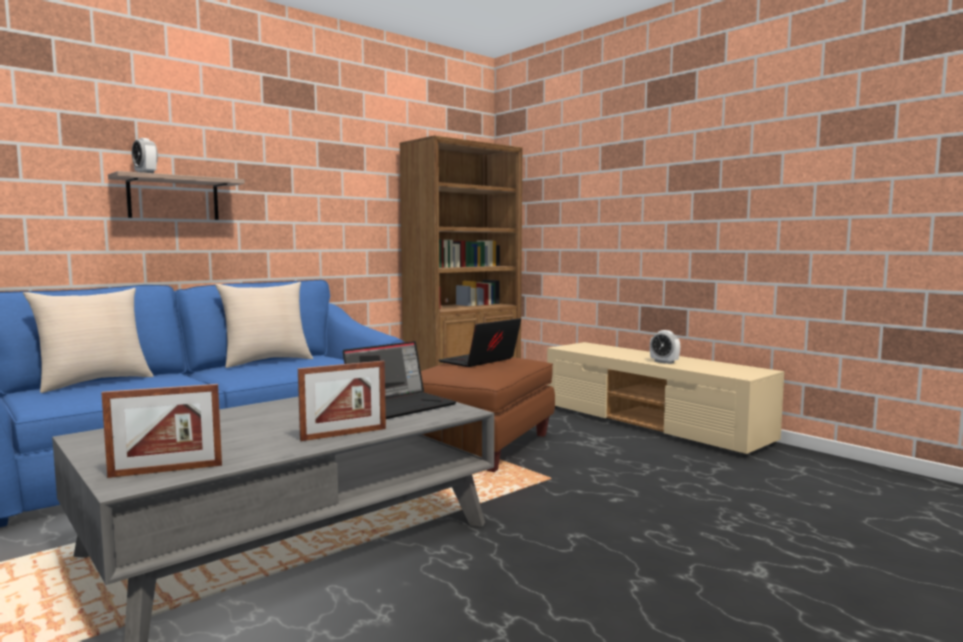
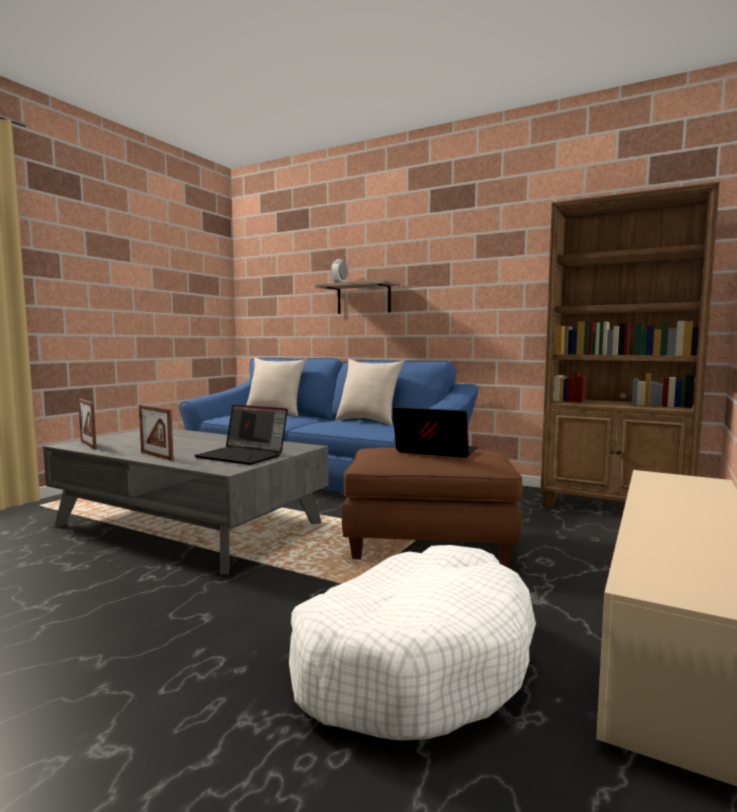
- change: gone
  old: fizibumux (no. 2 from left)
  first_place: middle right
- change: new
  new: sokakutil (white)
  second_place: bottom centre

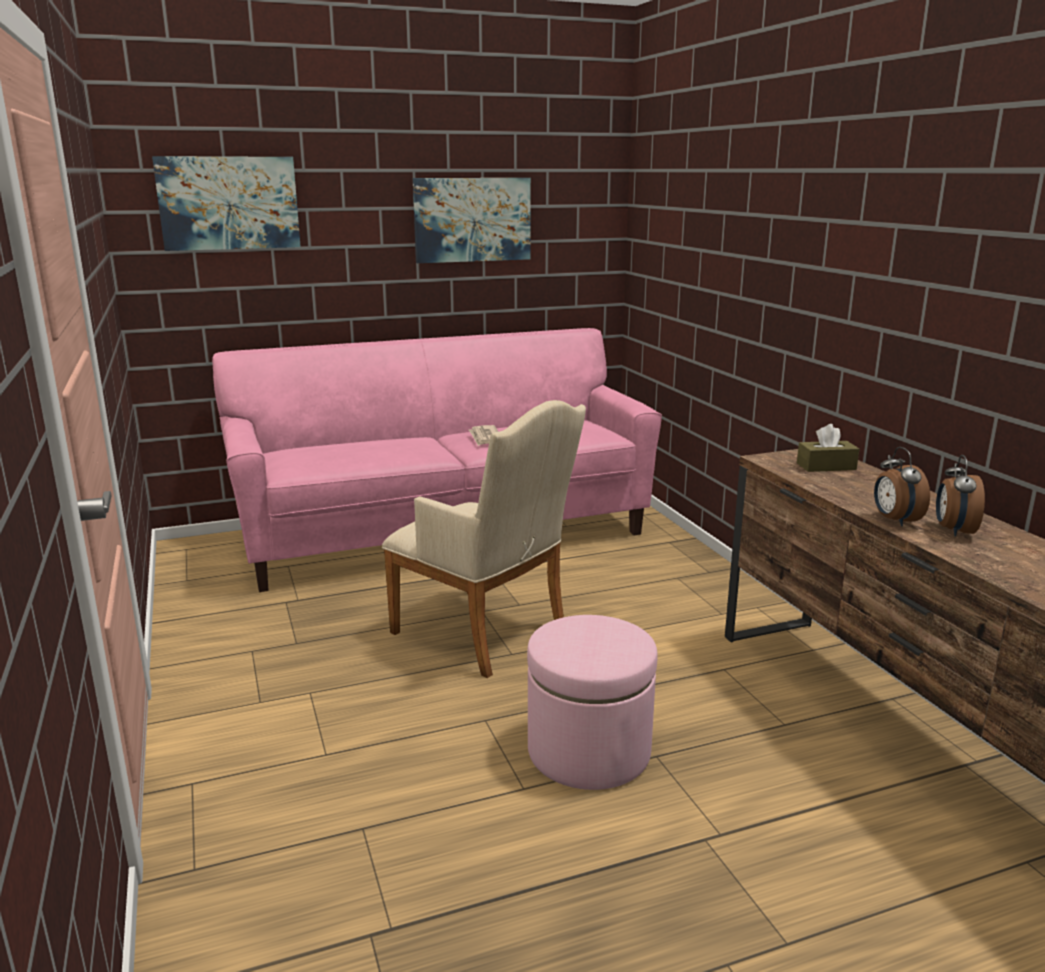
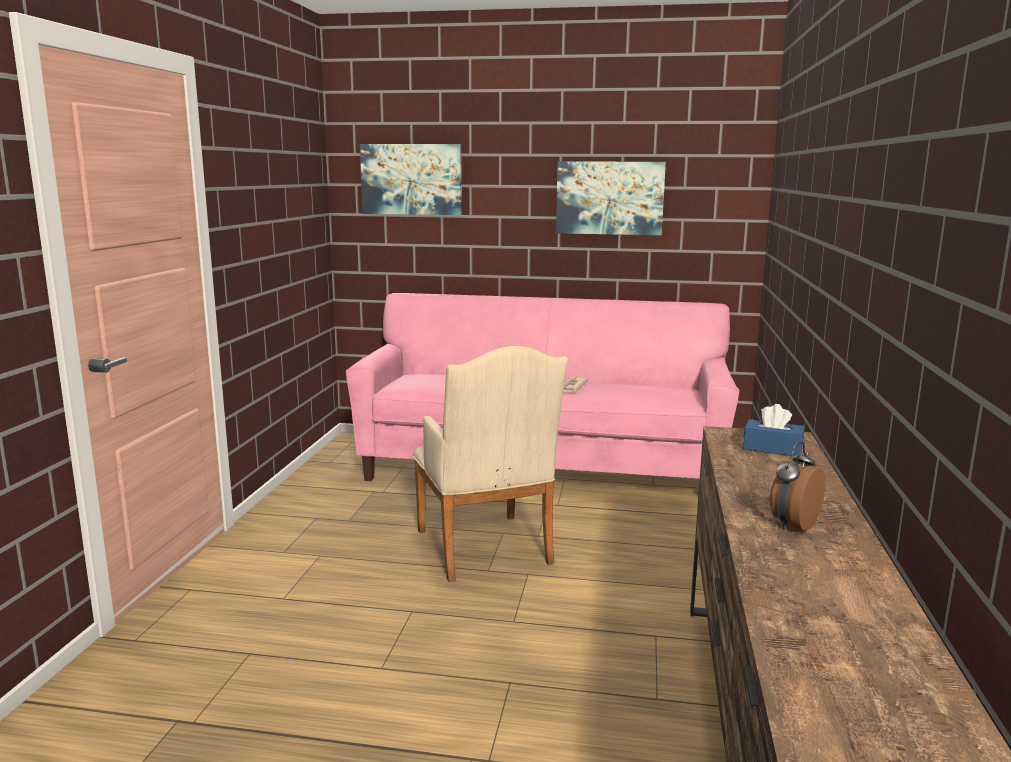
- change: repainted
  old: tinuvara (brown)
  new: tinuvara (blue)
  first_place: middle right
  second_place: middle right
- change: gone
  old: fizibumux (no. 1 from left)
  first_place: middle right
- change: gone
  old: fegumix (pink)
  first_place: bottom centre

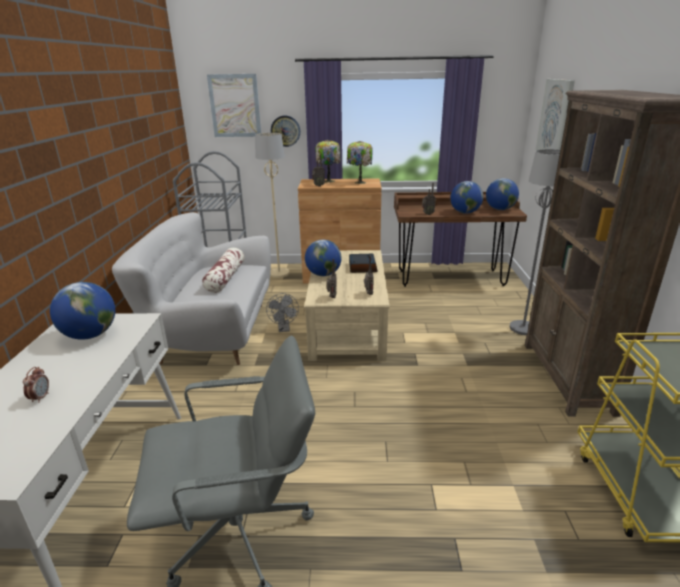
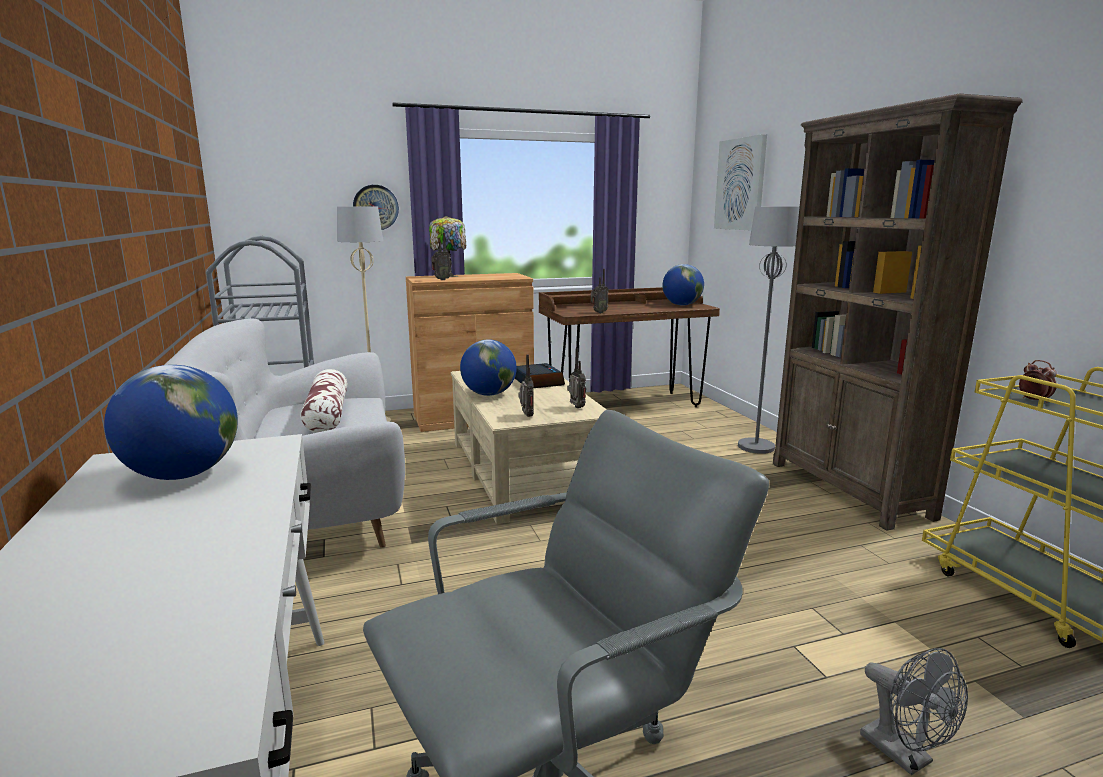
- change: gone
  old: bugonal (no. 1 from left)
  first_place: top centre
- change: gone
  old: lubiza (no. 2 from left)
  first_place: top centre
- change: gone
  old: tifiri (no. 3 from left)
  first_place: middle right
- change: shifted
  old: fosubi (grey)
  first_place: centre
  second_place: bottom right
- change: shifted
  old: fizibumux (no. 1 from left in the first image)
  new: fizibumux (no. 2 from left)
  first_place: middle left
  second_place: middle right

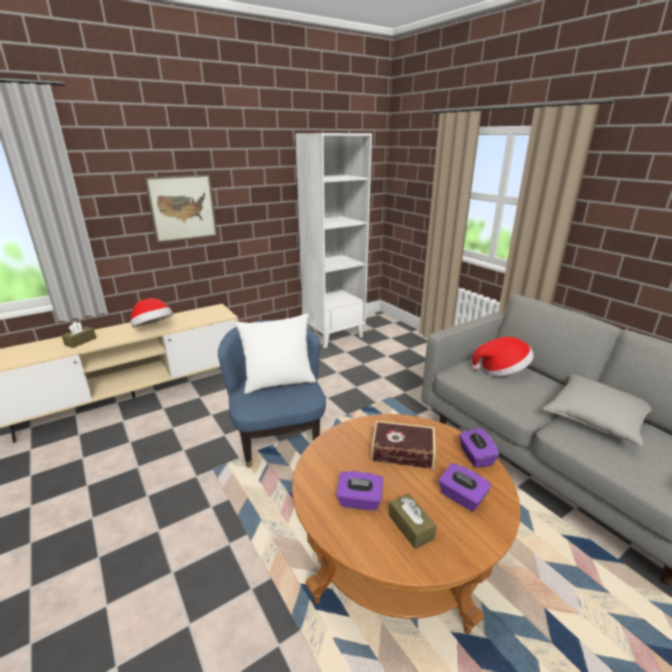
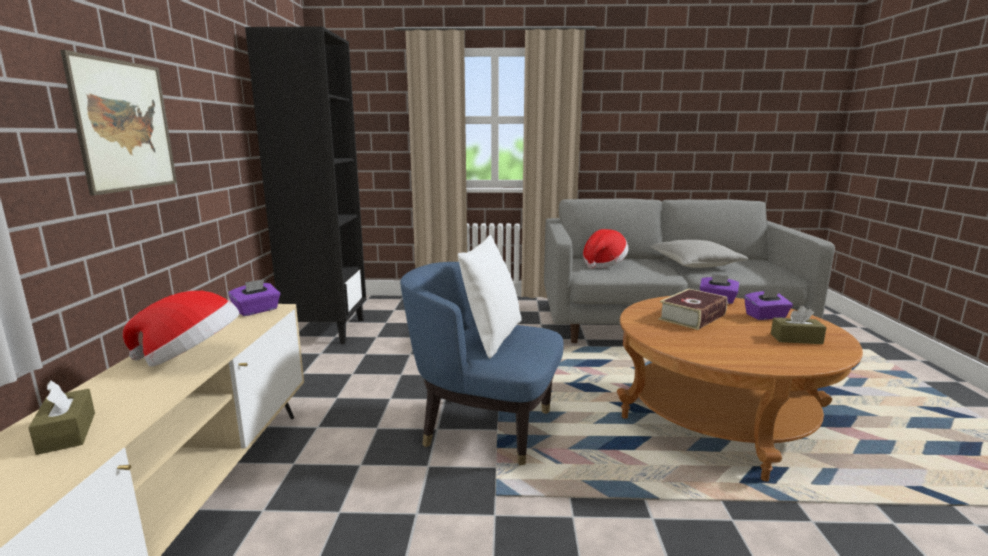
- change: repainted
  old: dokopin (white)
  new: dokopin (black)
  first_place: centre
  second_place: top left
- change: shifted
  old: tinuvara (purple) (no. 1 from left)
  first_place: bottom centre
  second_place: middle left

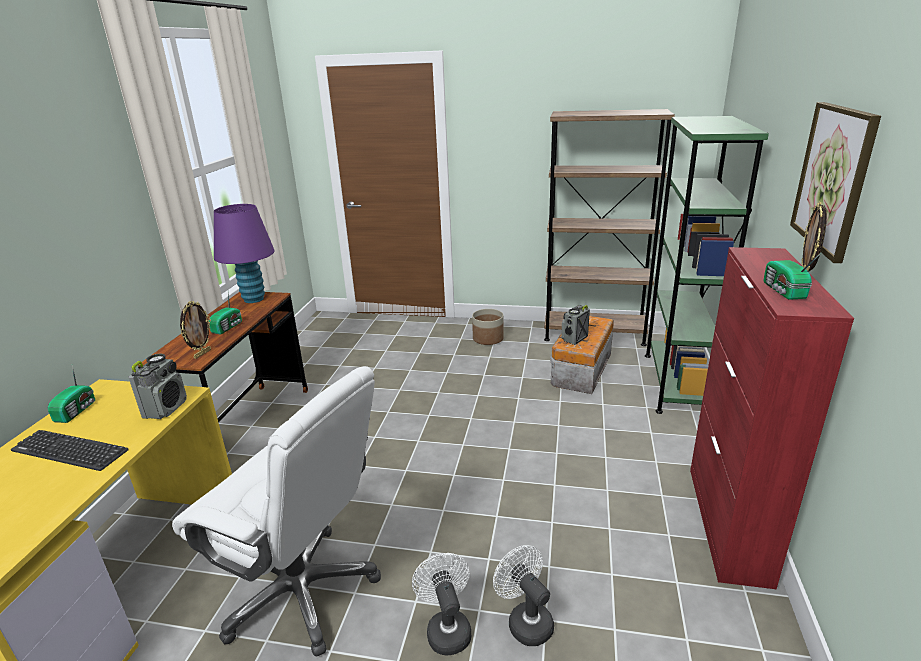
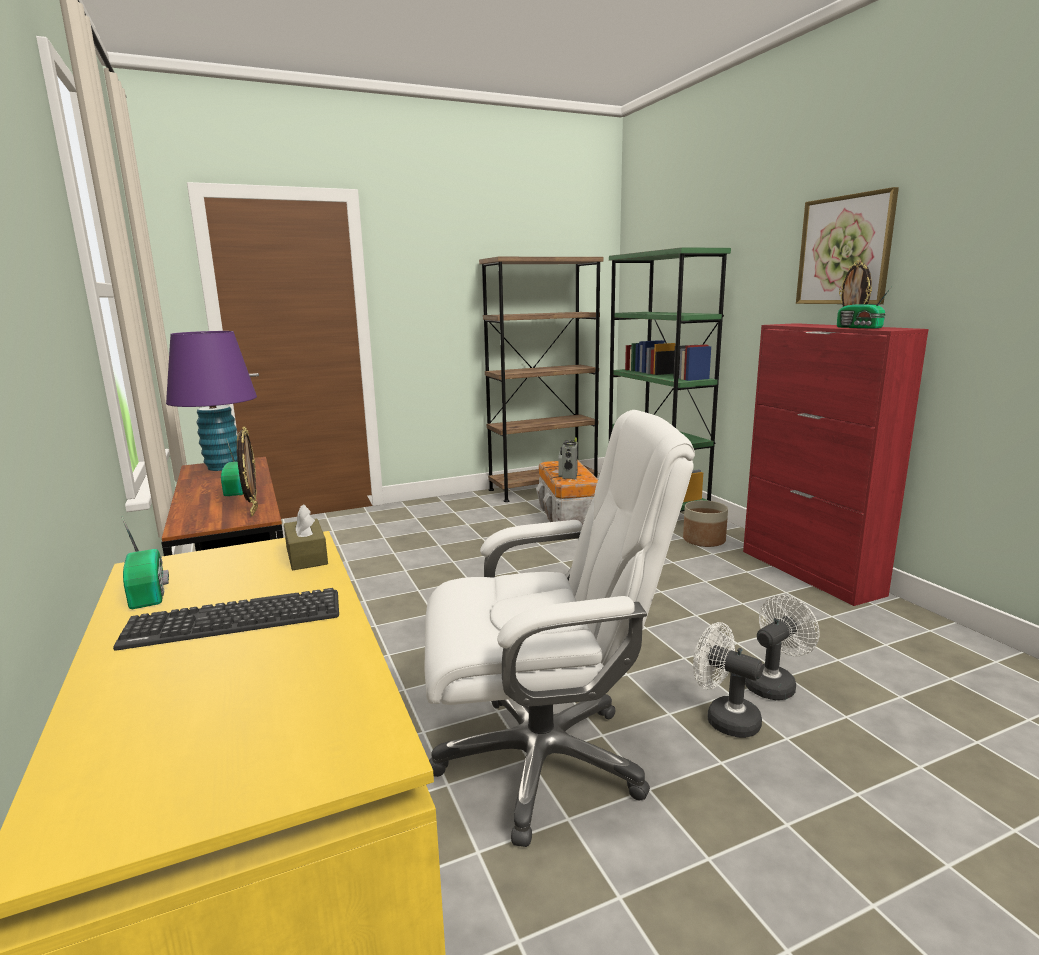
- change: shifted
  old: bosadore
  first_place: centre
  second_place: middle right
- change: swapped
  old: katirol (no. 2 from left)
  new: tinuvara (brown)
  first_place: middle left
  second_place: middle left
- change: rotated
  old: fosubi (white) (no. 2 from left)
  first_place: bottom centre
  second_place: bottom right
  degrees: 120

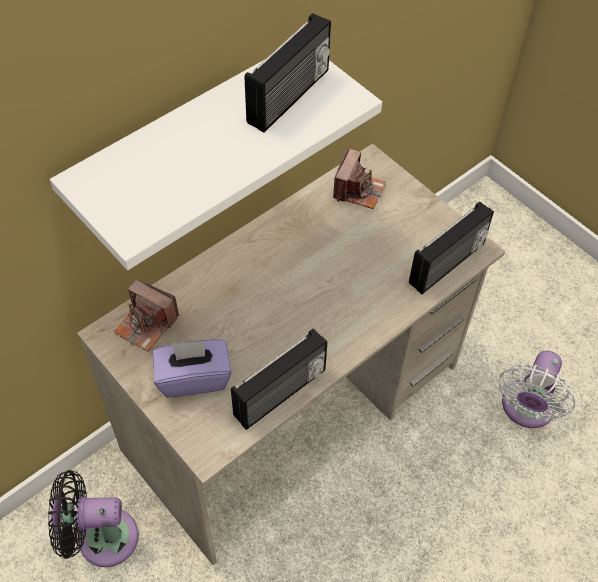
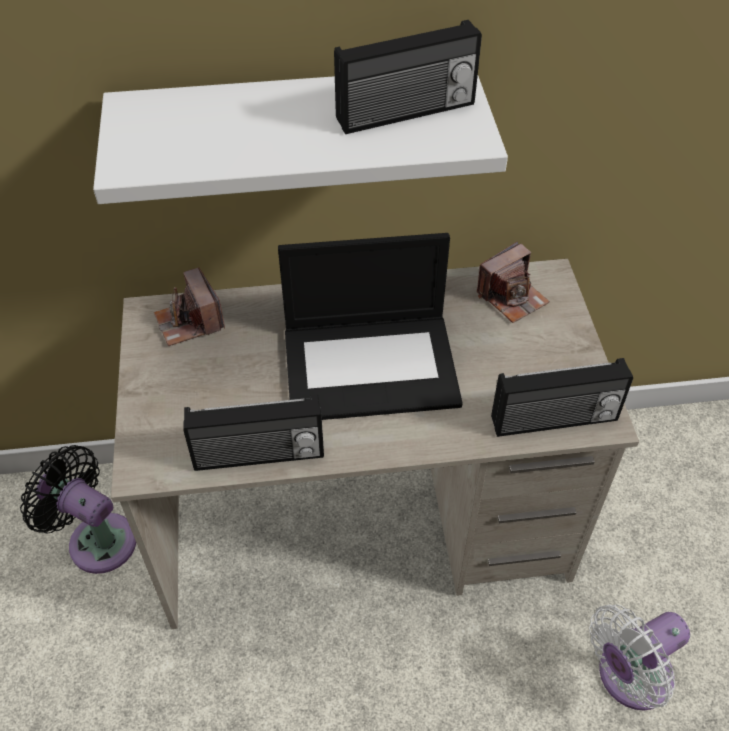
- change: gone
  old: tinuvara (purple)
  first_place: middle left
- change: new
  new: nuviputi
  second_place: centre

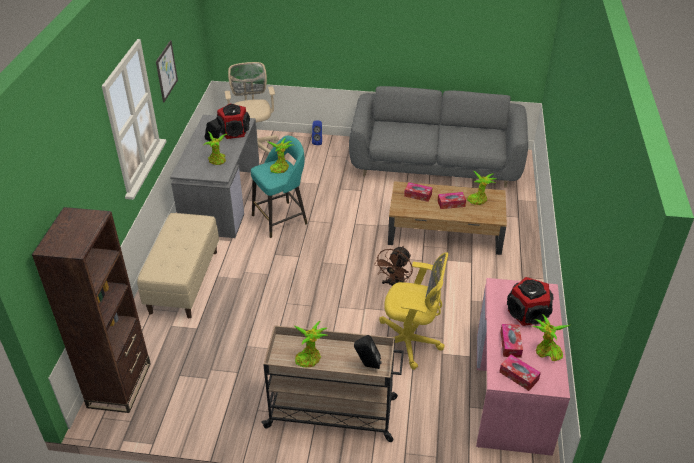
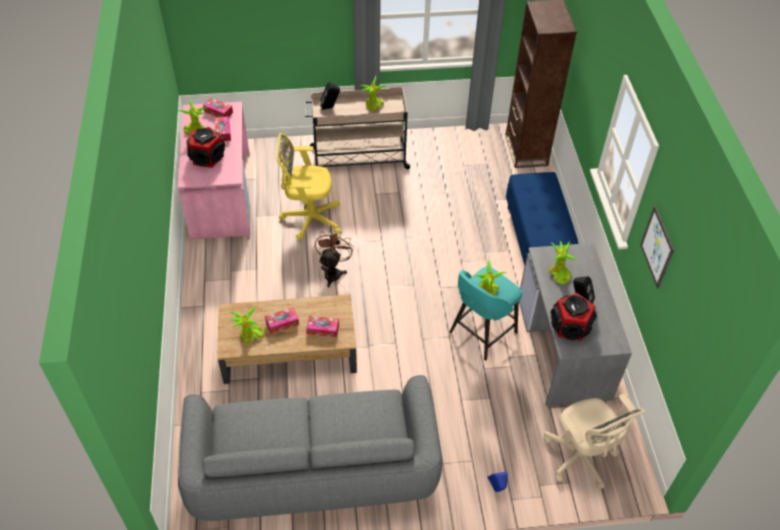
- change: repainted
  old: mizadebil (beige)
  new: mizadebil (blue)
  first_place: middle left
  second_place: middle right

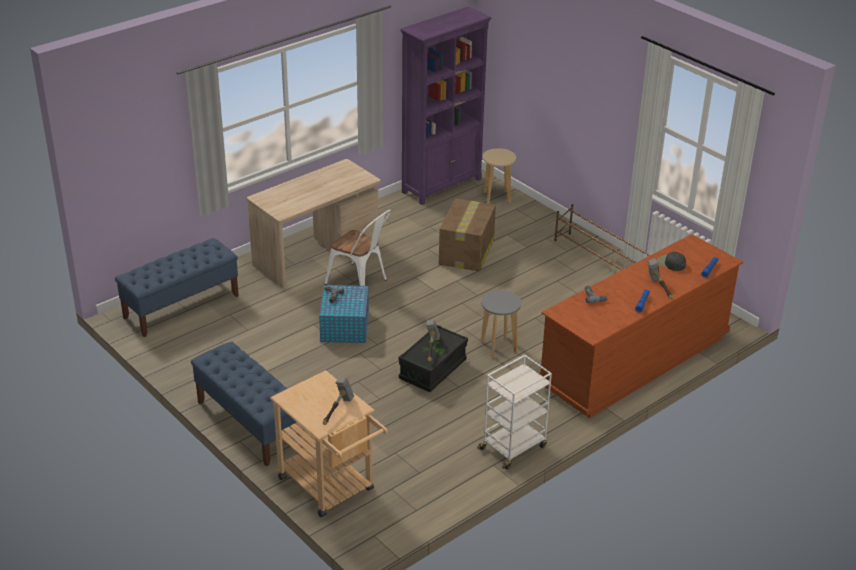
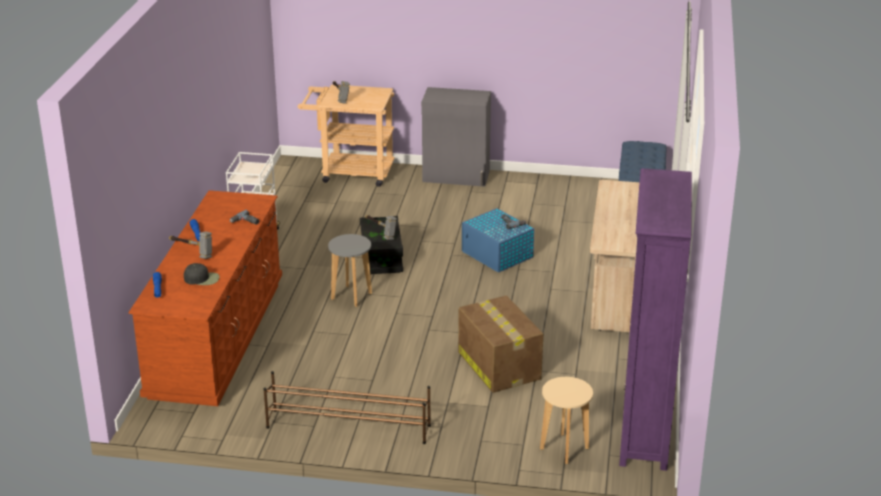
- change: gone
  old: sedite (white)
  first_place: centre
- change: swapped
  old: mizadebil (blue) (no. 2 from left)
  new: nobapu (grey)
  first_place: bottom left
  second_place: top centre

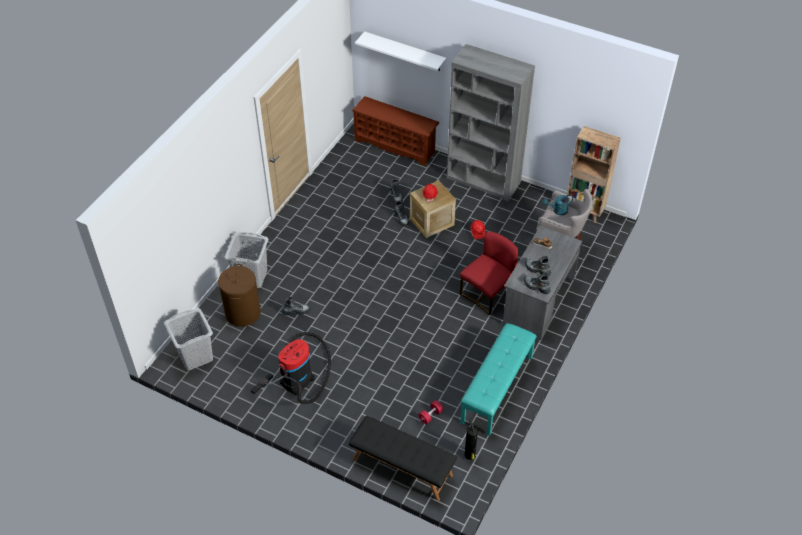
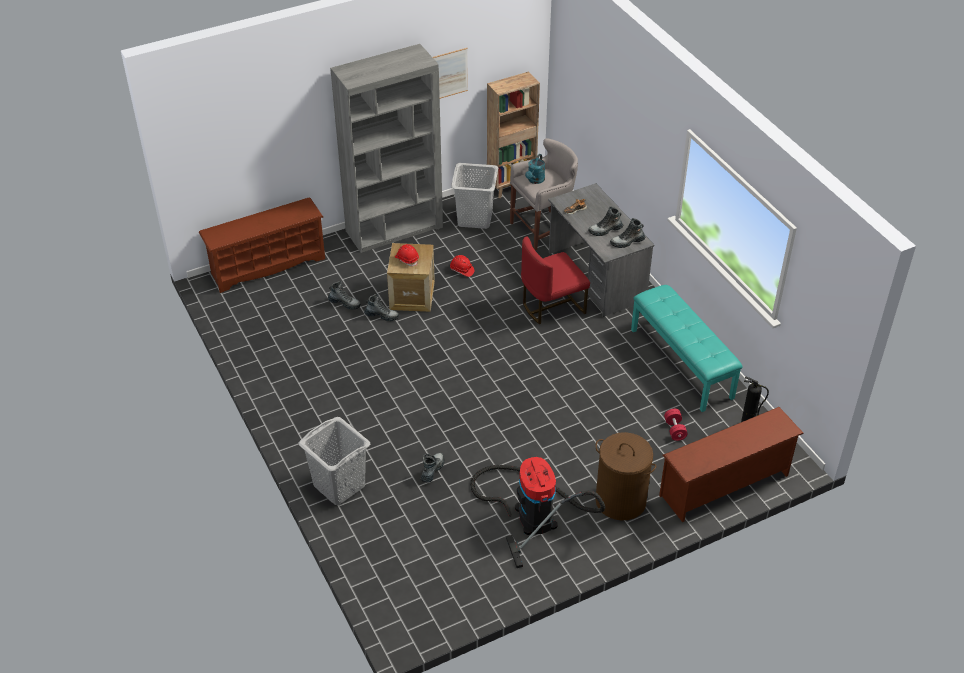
- change: gone
  old: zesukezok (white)
  first_place: top centre
- change: rotated
  old: sedite (red)
  first_place: centre
  second_place: centre
  degrees: -105
- change: shifted
  old: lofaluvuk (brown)
  first_place: middle left
  second_place: bottom centre
- change: shifted
  old: lofaluvuk (grey) (no. 1 from left in the first image)
  new: lofaluvuk (grey) (no. 2 from left)
  first_place: middle left
  second_place: top centre
- change: swapped
  old: mizadebil (black)
  new: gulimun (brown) (no. 2 from left)
  first_place: bottom centre
  second_place: bottom right
- change: new
  new: bugonal
  second_place: top centre

